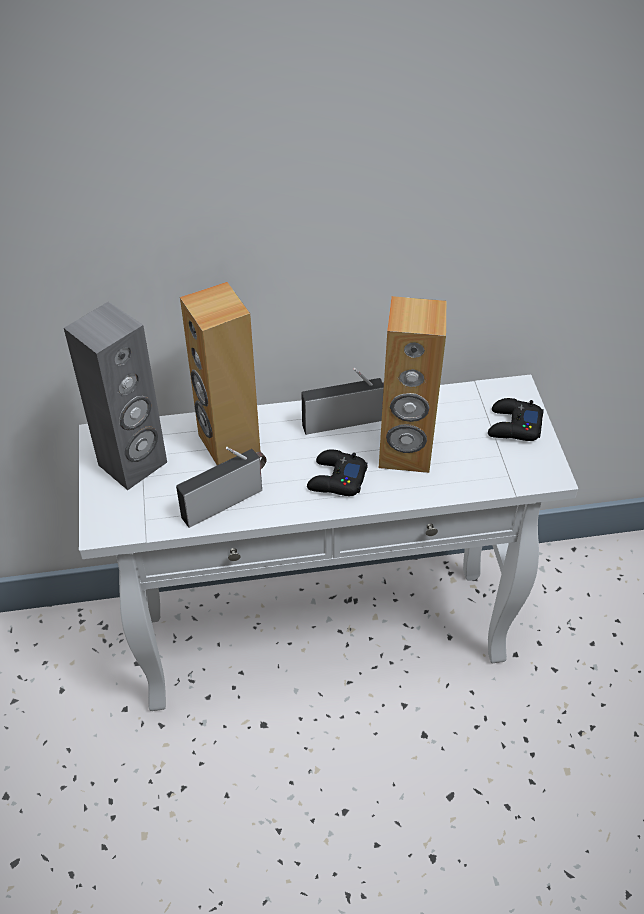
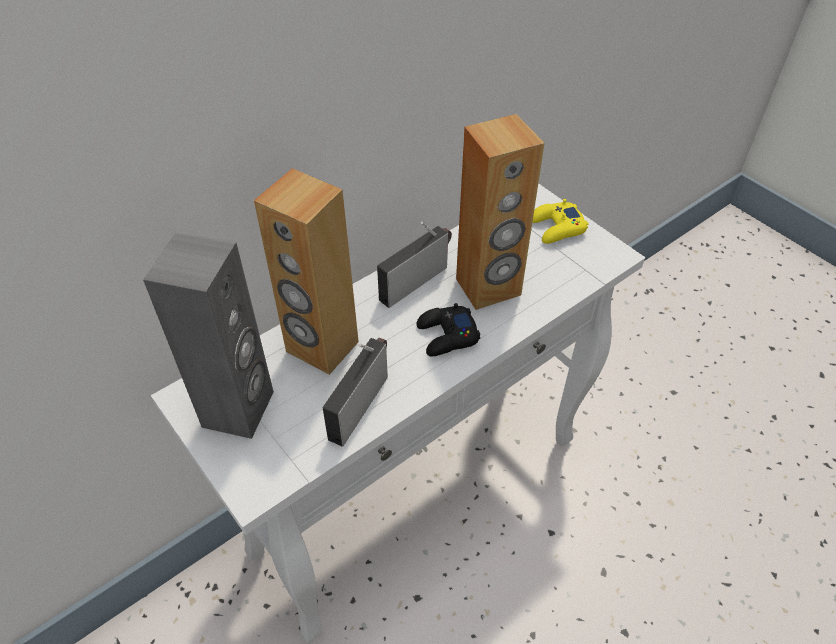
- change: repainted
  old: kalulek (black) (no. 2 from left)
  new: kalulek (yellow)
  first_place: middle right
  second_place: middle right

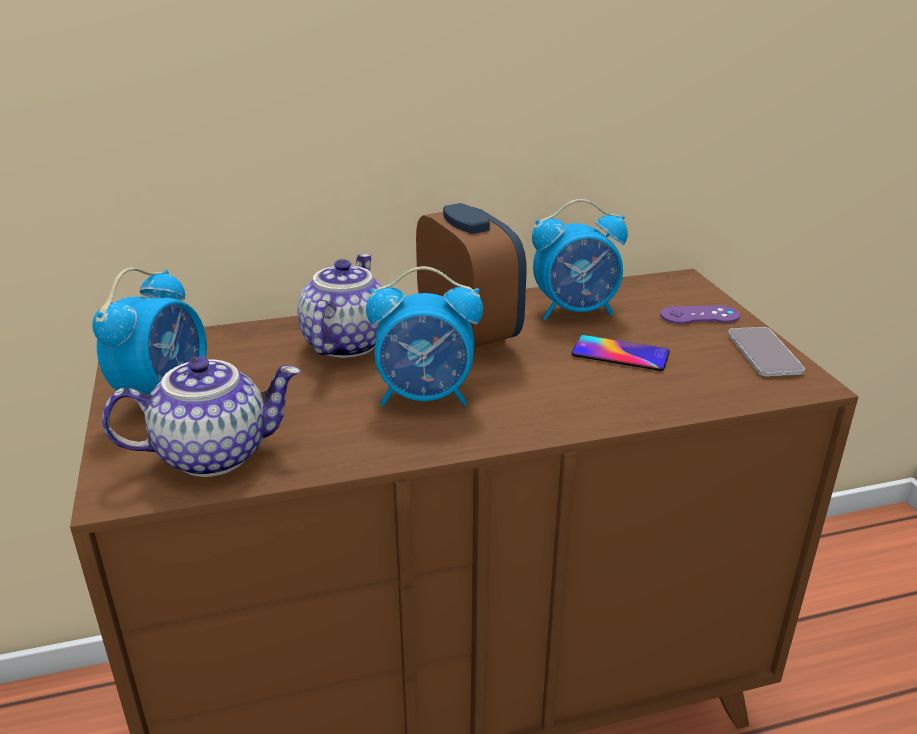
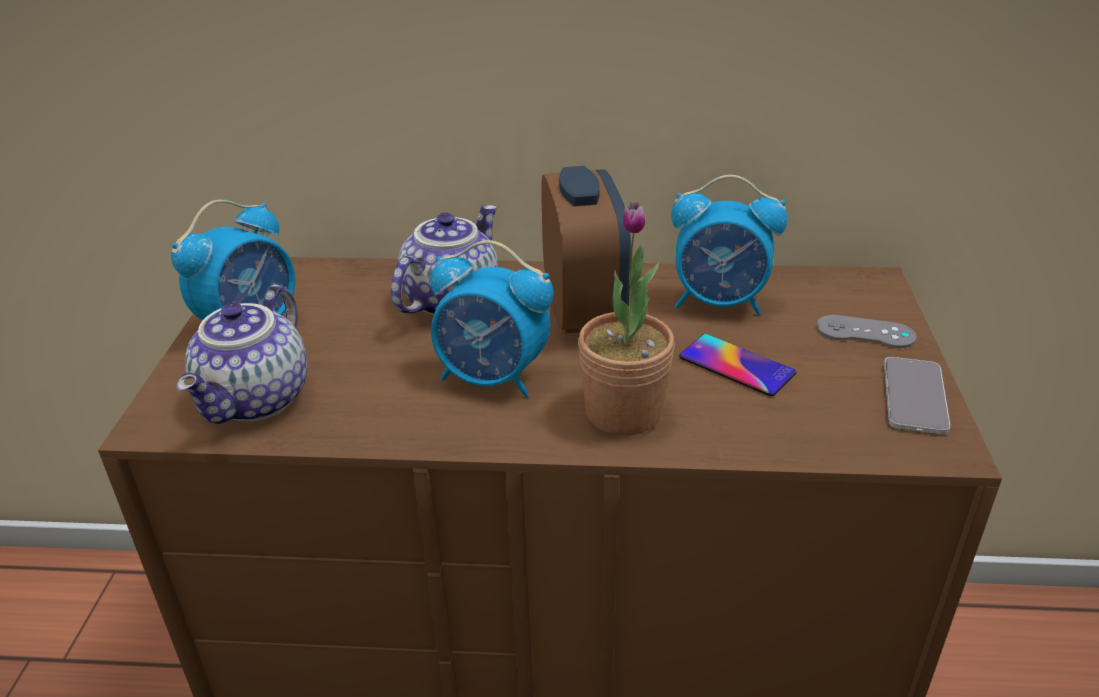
- change: repainted
  old: kalulek (purple)
  new: kalulek (grey)
  first_place: middle right
  second_place: middle right
- change: rotated
  old: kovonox (no. 1 from left)
  first_place: middle left
  second_place: middle left
  degrees: 105
- change: new
  new: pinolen
  second_place: centre

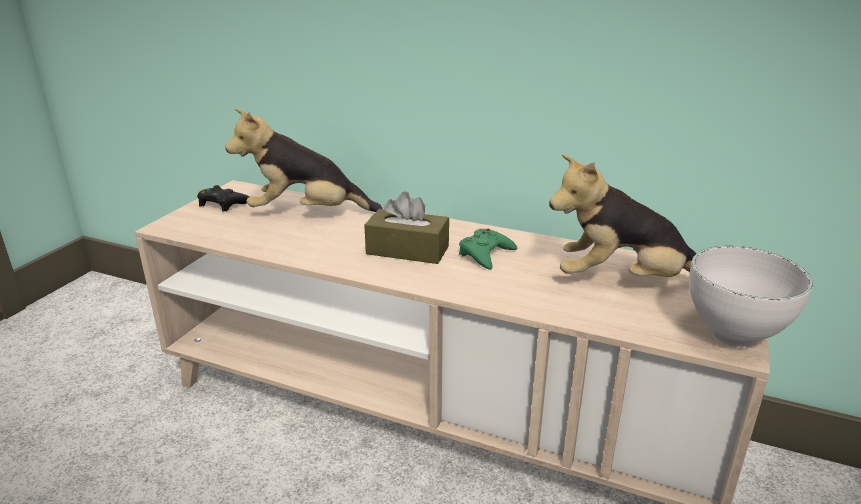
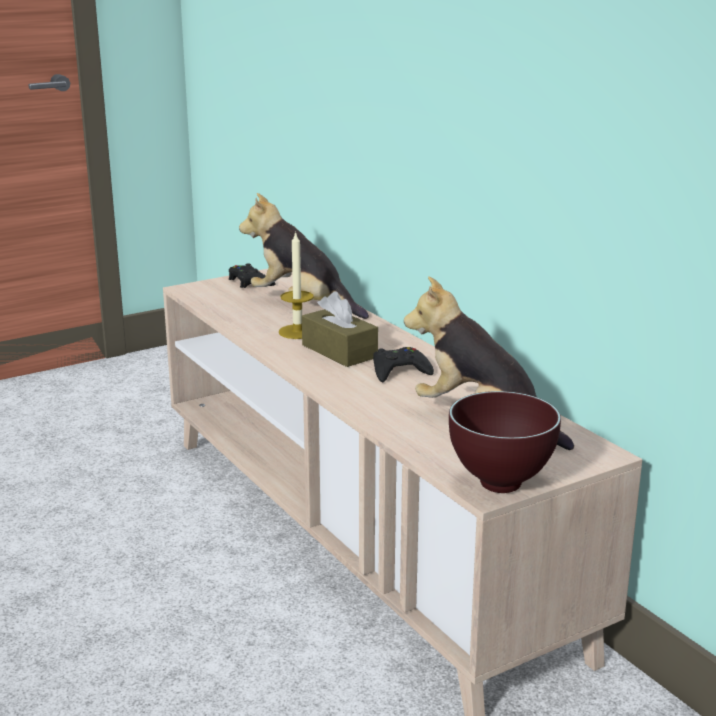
- change: repainted
  old: kalulek (green)
  new: kalulek (black) (no. 2 from left)
  first_place: centre
  second_place: centre
- change: repainted
  old: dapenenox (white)
  new: dapenenox (brown)
  first_place: middle right
  second_place: middle right
- change: new
  new: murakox
  second_place: centre

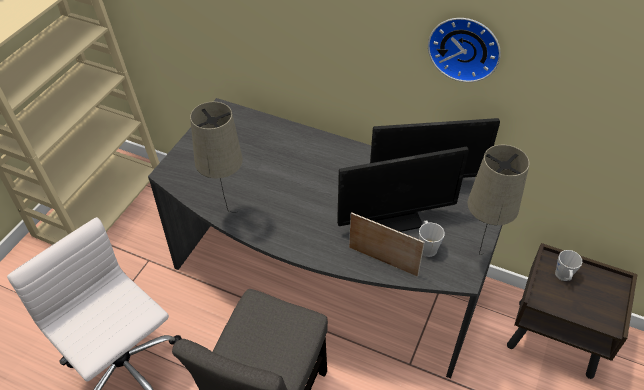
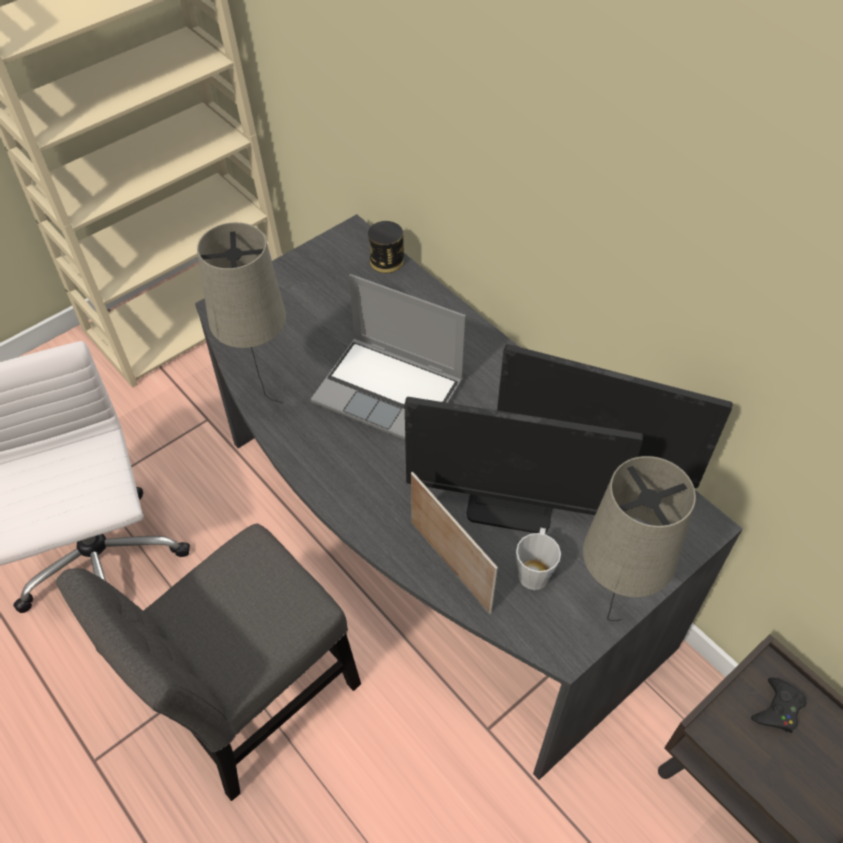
- change: gone
  old: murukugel
  first_place: top right
- change: swapped
  old: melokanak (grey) (no. 2 from left)
  new: kalulek (black)
  first_place: bottom right
  second_place: bottom right
- change: new
  new: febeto
  second_place: top centre
- change: new
  new: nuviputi
  second_place: centre

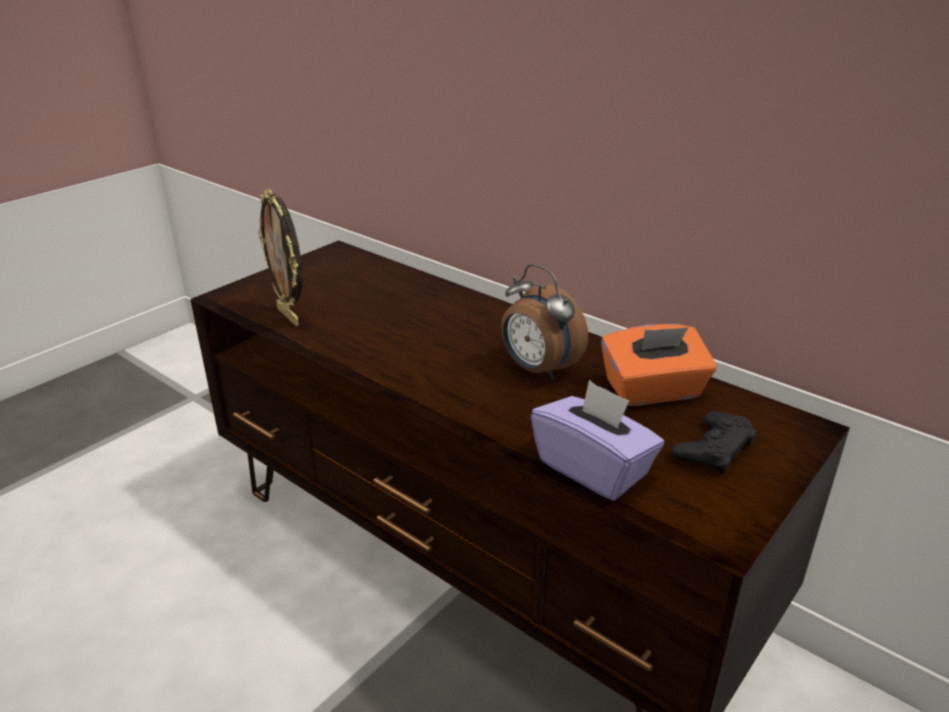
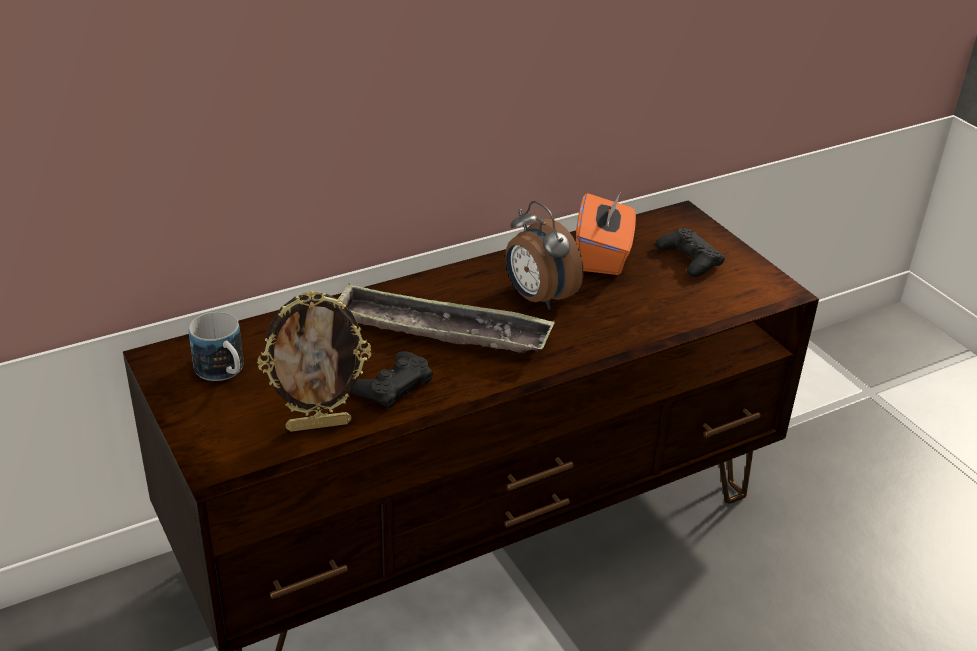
- change: rotated
  old: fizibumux
  first_place: centre
  second_place: centre
  degrees: 75
- change: gone
  old: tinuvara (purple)
  first_place: centre
- change: new
  new: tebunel
  second_place: centre
- change: new
  new: melokanak
  second_place: middle left
- change: new
  new: kalulek (black) (no. 1 from left)
  second_place: centre

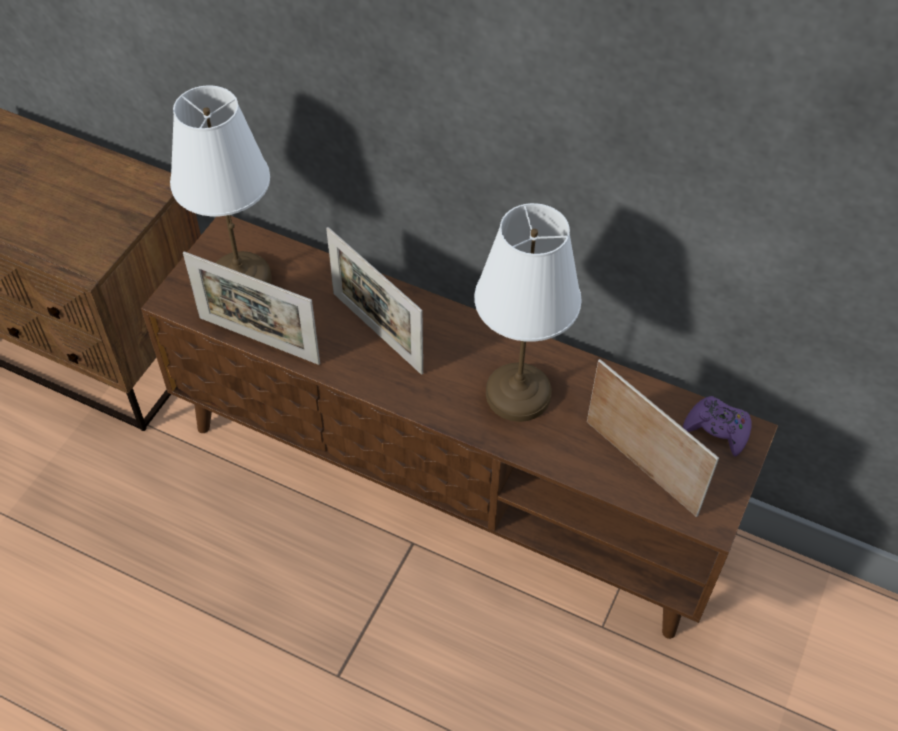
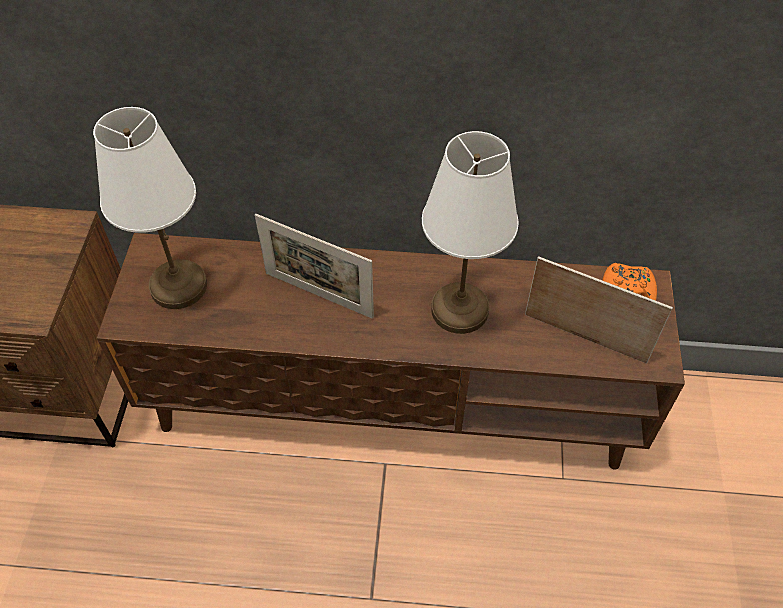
- change: gone
  old: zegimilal (no. 1 from left)
  first_place: middle left
- change: repainted
  old: kalulek (purple)
  new: kalulek (orange)
  first_place: middle right
  second_place: middle right

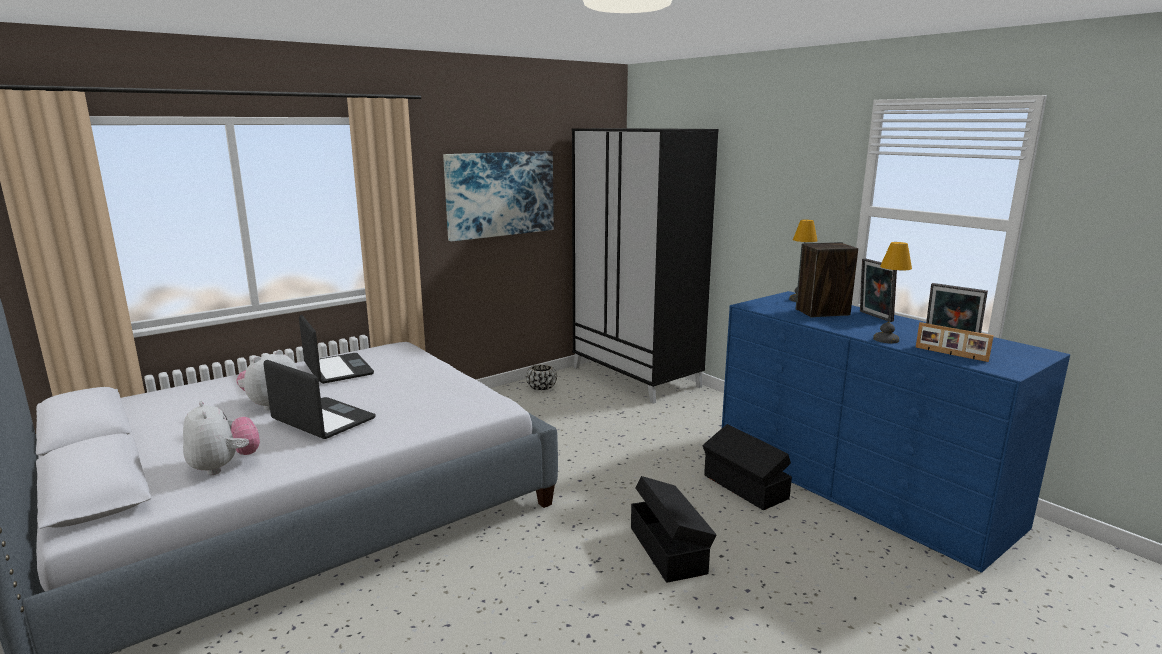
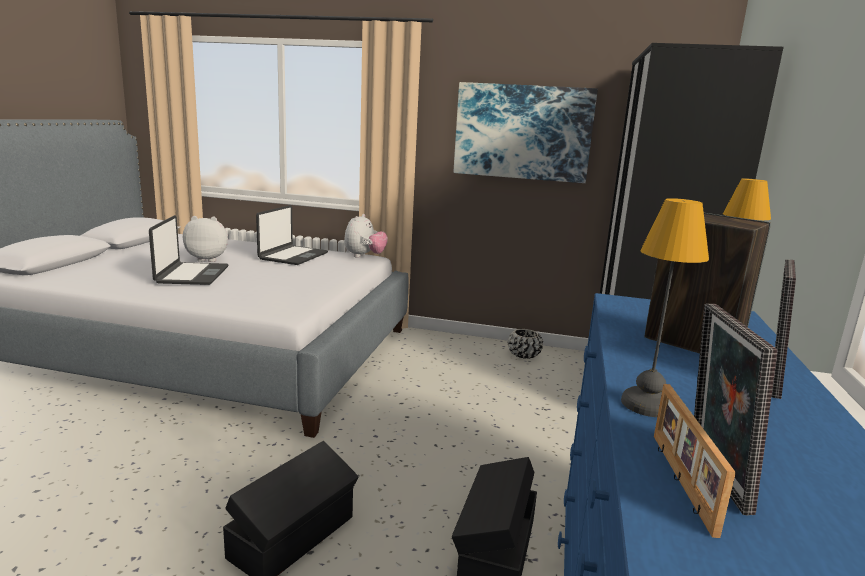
- change: shifted
  old: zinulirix (no. 1 from left in the first image)
  new: zinulirix (no. 2 from left)
  first_place: bottom left
  second_place: centre

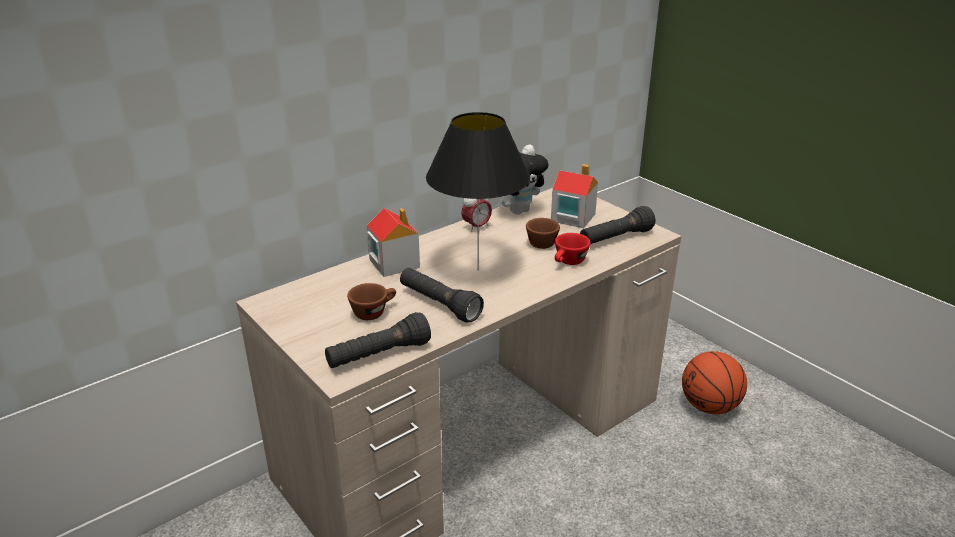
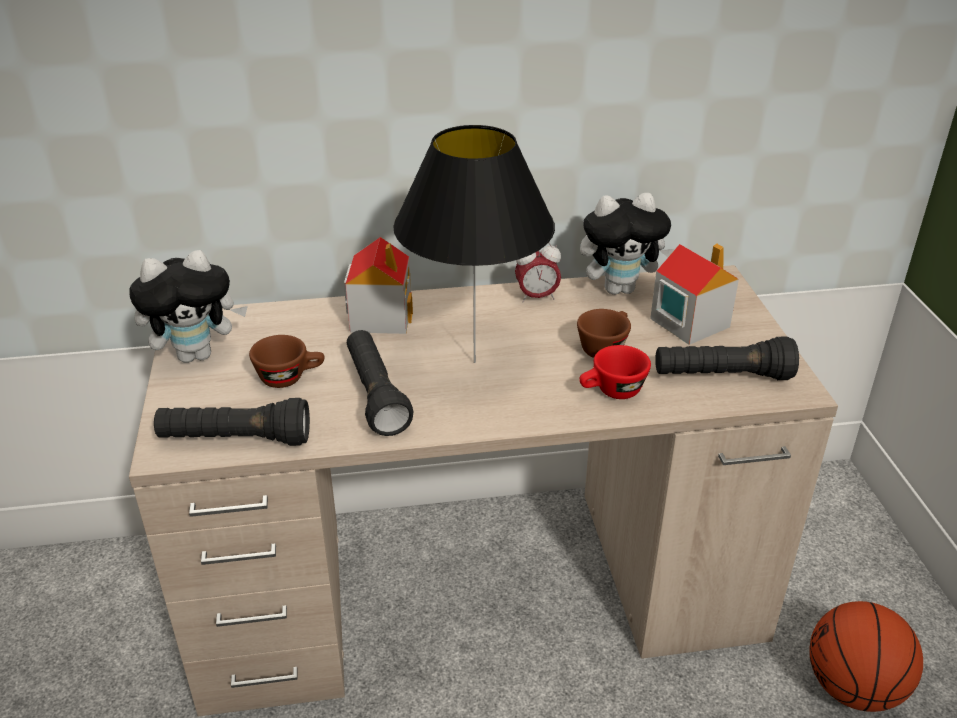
- change: new
  new: zinulirix (no. 1 from left)
  second_place: middle left

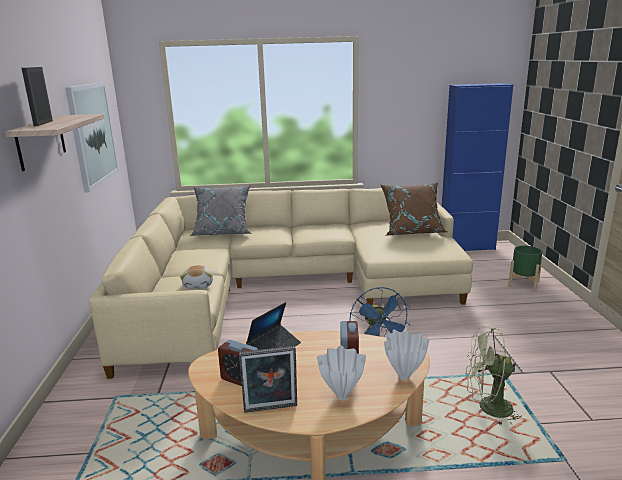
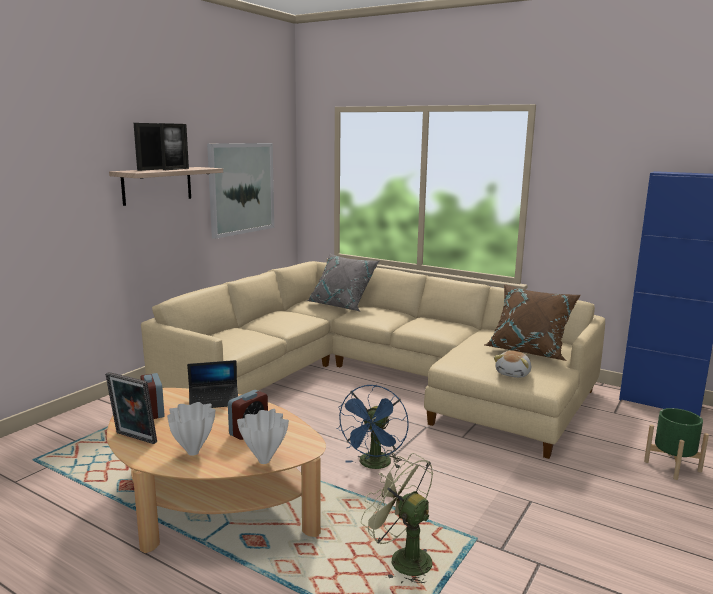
- change: shifted
  old: zinulirix
  first_place: middle left
  second_place: middle right
- change: new
  new: zegimilal (no. 3 from left)
  second_place: top left

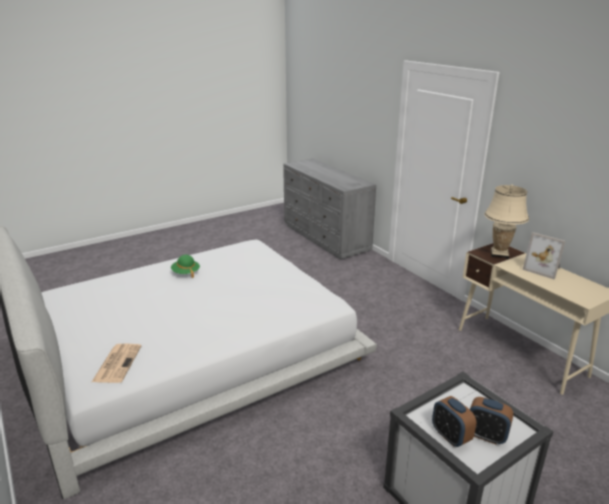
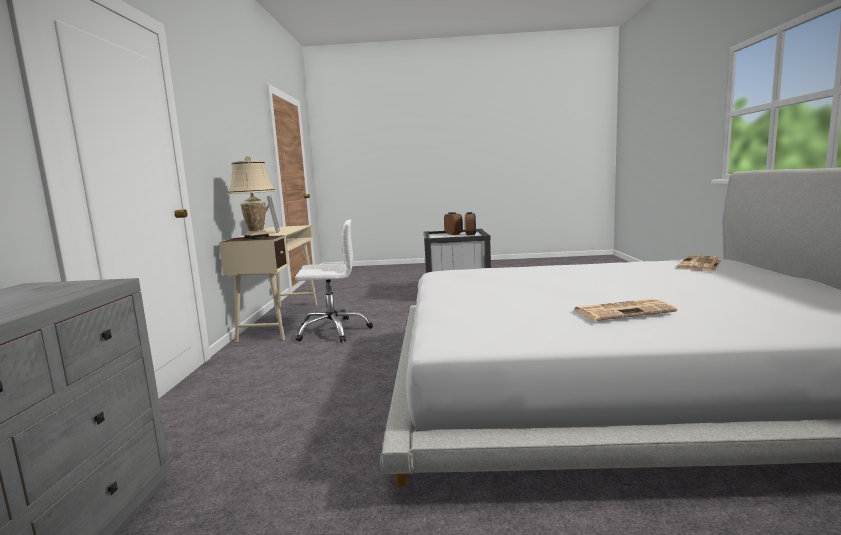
- change: swapped
  old: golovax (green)
  new: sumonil (no. 1 from left)
  first_place: middle left
  second_place: middle right
- change: new
  new: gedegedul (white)
  second_place: centre

